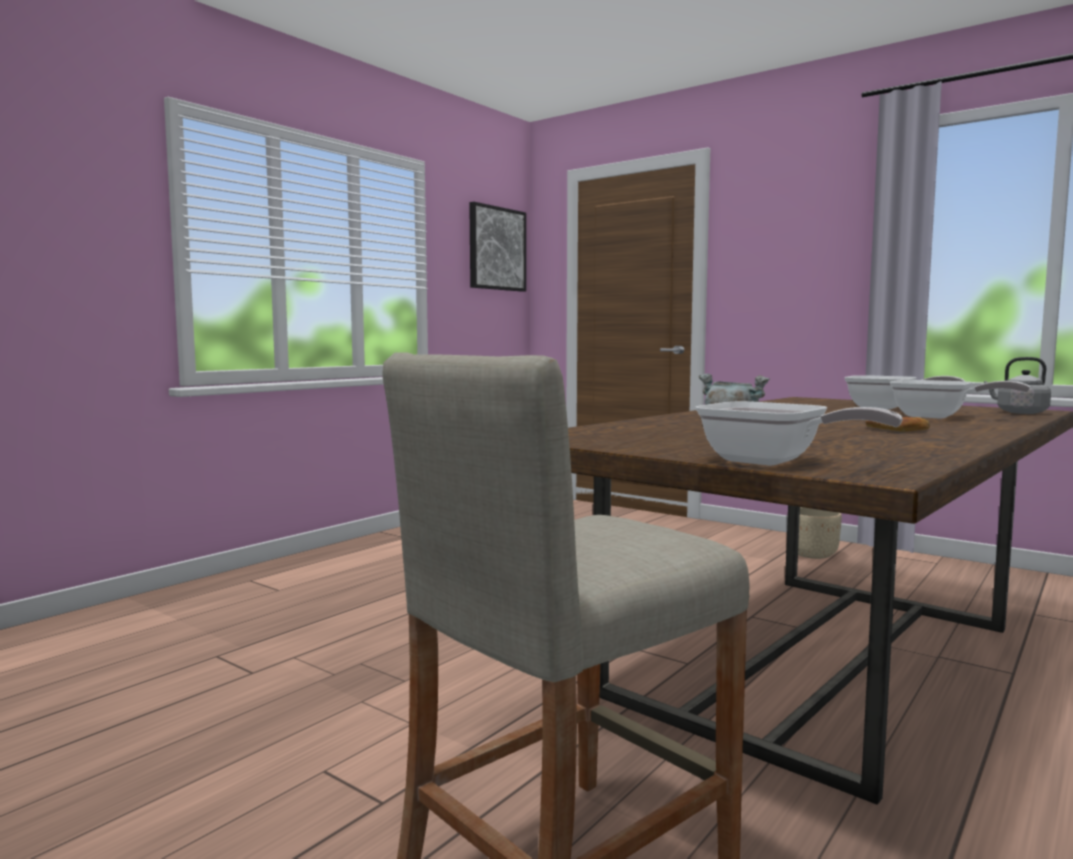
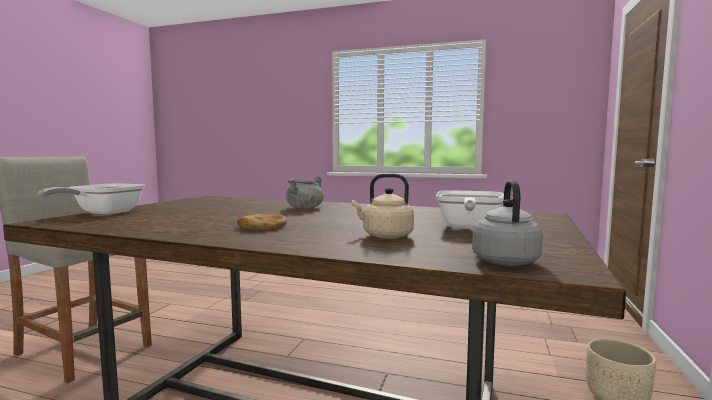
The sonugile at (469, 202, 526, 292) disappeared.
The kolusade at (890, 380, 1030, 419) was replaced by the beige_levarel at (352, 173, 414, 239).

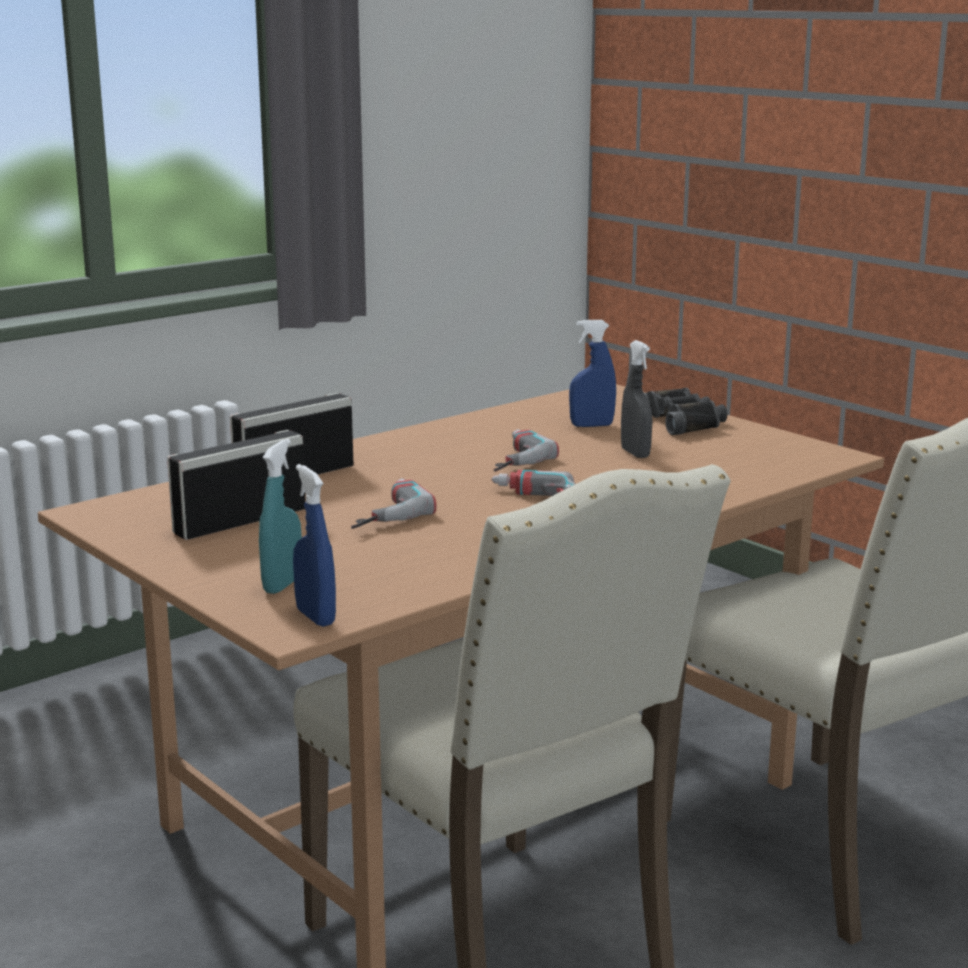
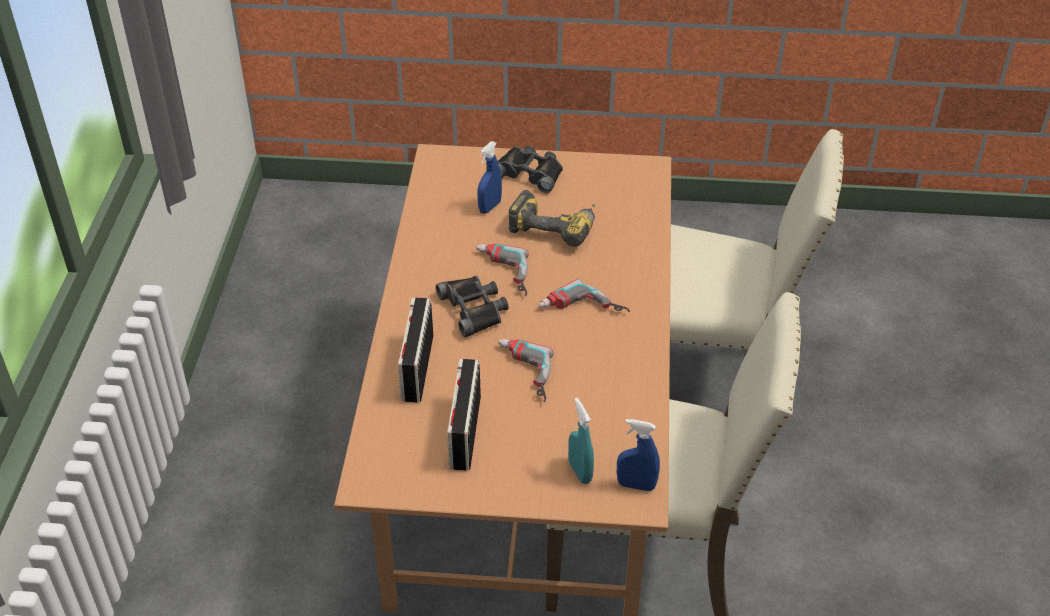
The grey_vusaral at (621, 340, 652, 458) was replaced by the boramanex at (508, 190, 595, 247).
The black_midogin at (436, 275, 509, 337) appeared.

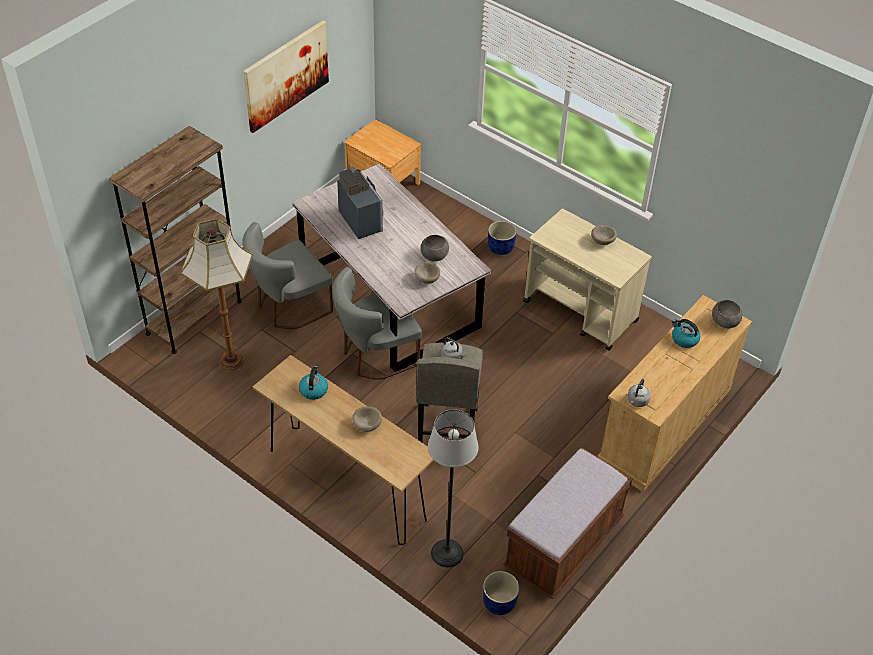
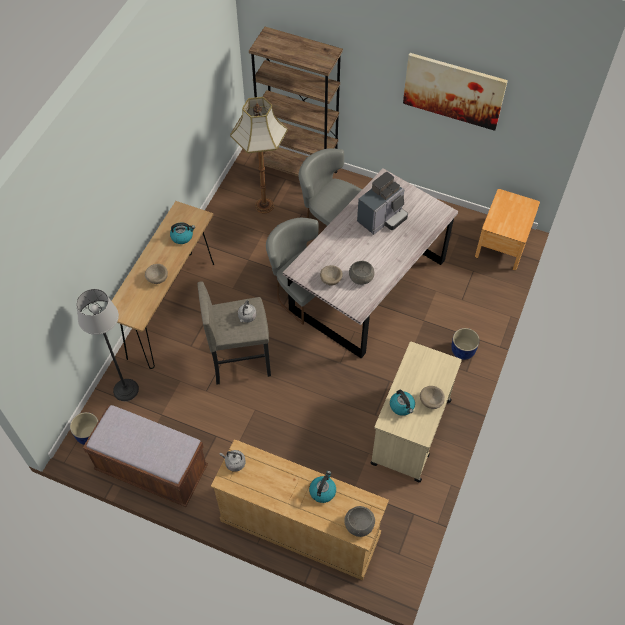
The levarel at (390, 390, 415, 416) appeared.

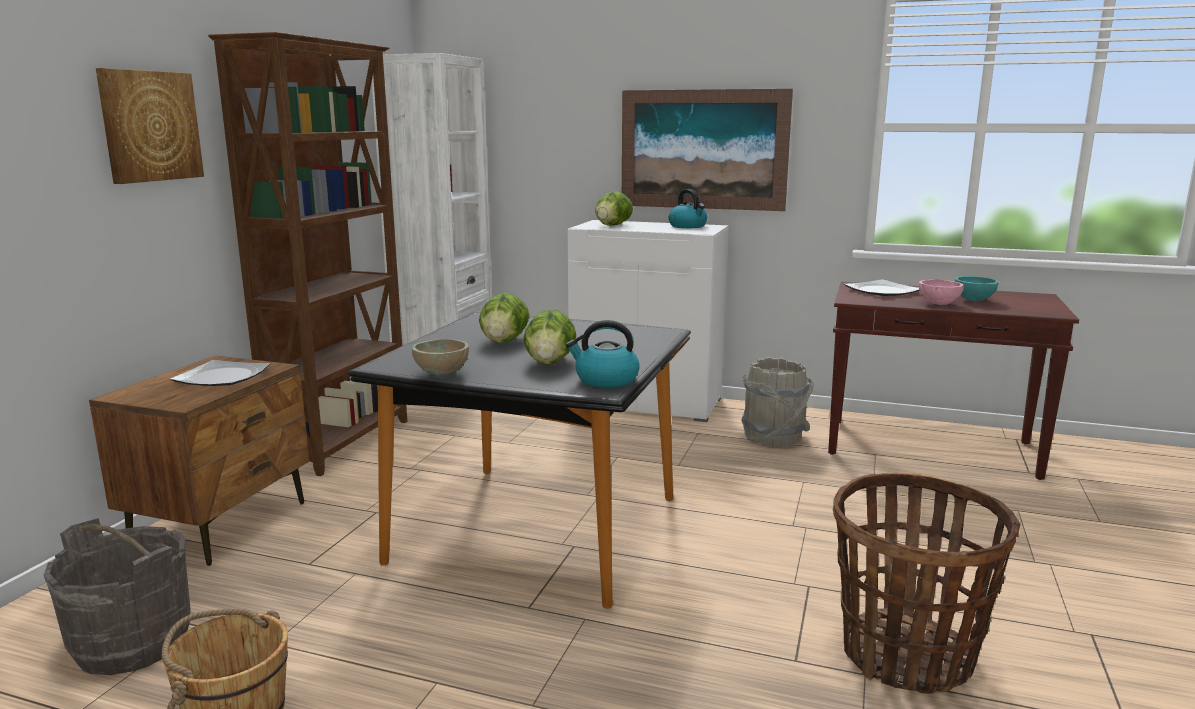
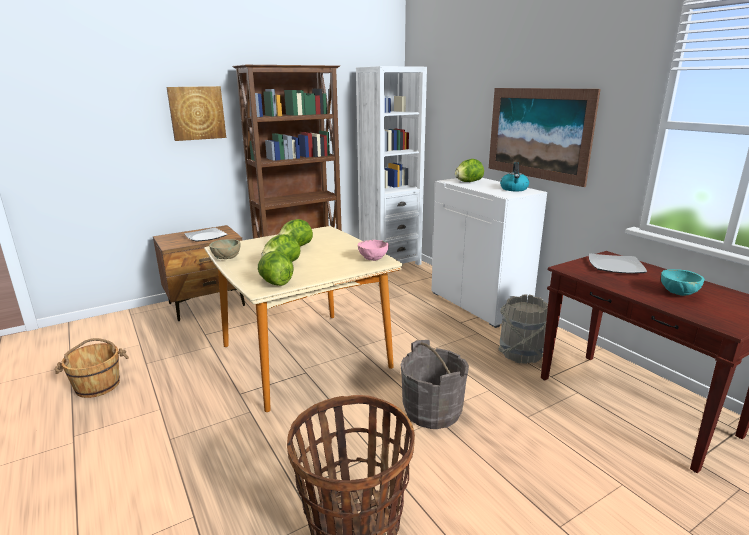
The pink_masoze moved from (919, 280, 963, 305) to (358, 240, 389, 261).
The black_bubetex at (347, 312, 691, 609) became the beige_bubetex at (204, 226, 403, 412).
The levarel at (566, 320, 640, 388) was replaced by the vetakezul at (258, 251, 294, 286).
The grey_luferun moved from (44, 518, 190, 675) to (400, 340, 469, 429).

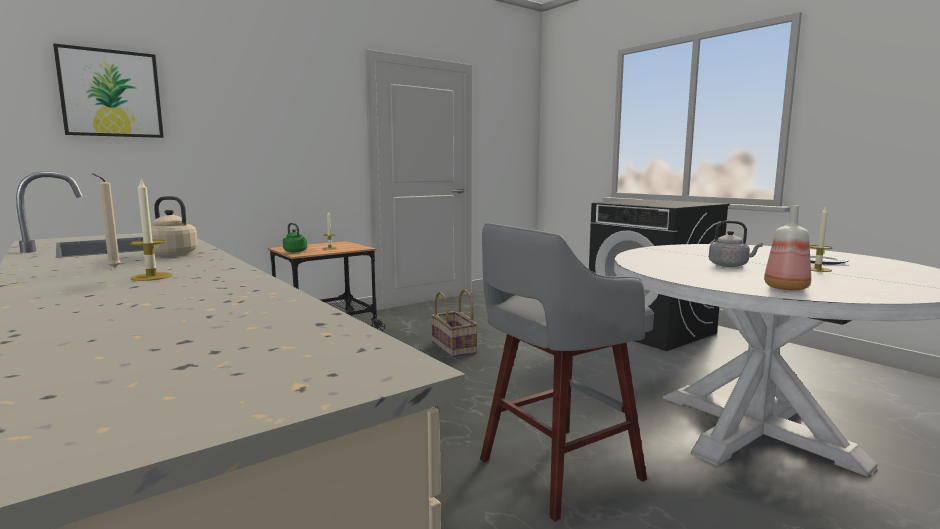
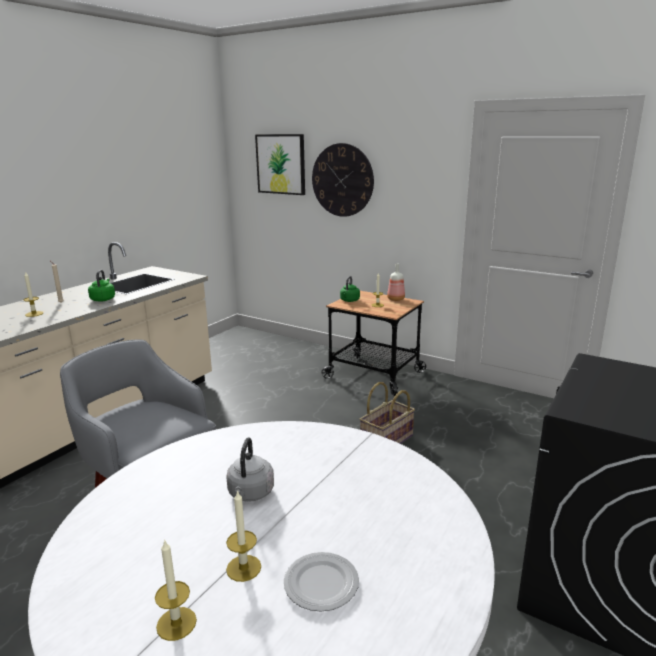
The beige_levarel at (151, 196, 198, 256) became the green_levarel at (88, 270, 115, 302).
The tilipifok moved from (764, 205, 811, 291) to (387, 264, 405, 301).
The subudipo at (312, 143, 374, 217) appeared.
The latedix at (155, 539, 197, 641) appeared.

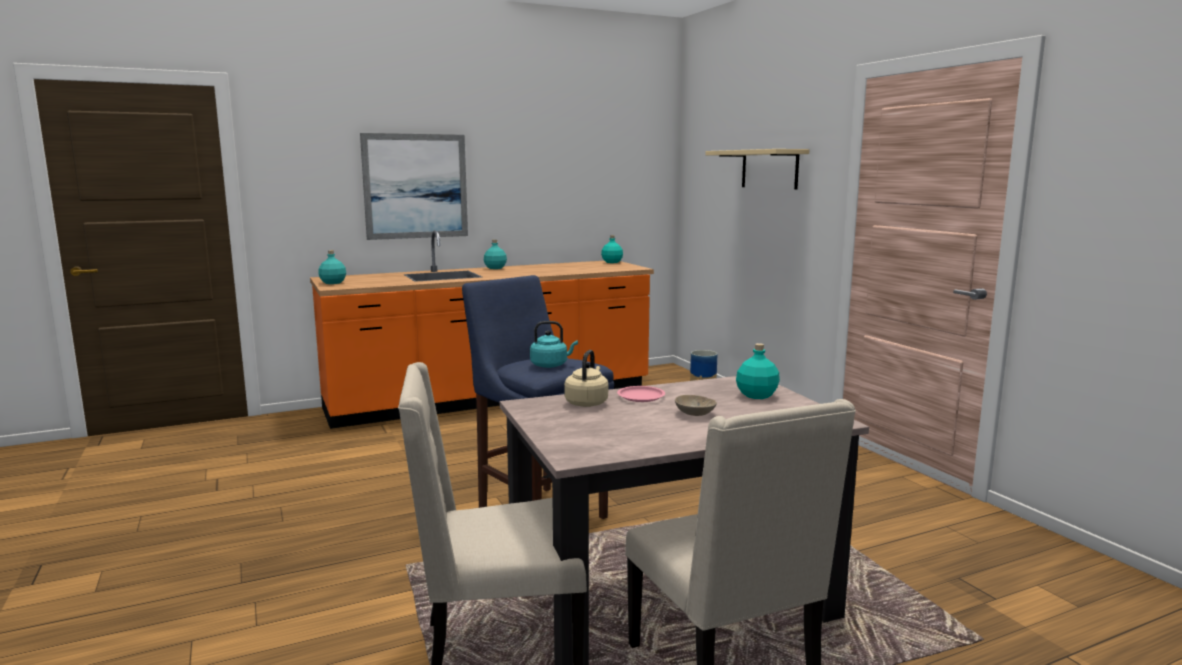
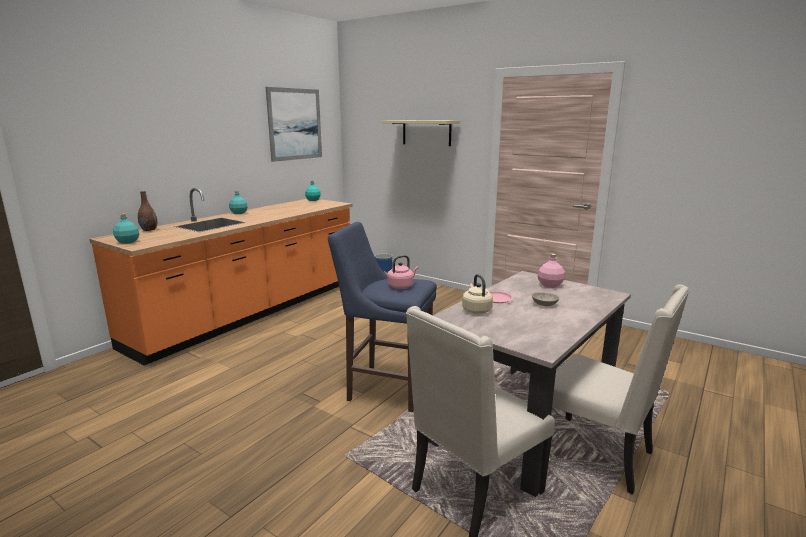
The sonugile moved from (360, 133, 468, 240) to (265, 87, 322, 162).
The turquoise_levarel at (530, 321, 578, 368) became the pink_levarel at (387, 255, 418, 289).
The turquoise_tilipifok at (736, 343, 780, 399) became the pink_tilipifok at (538, 253, 565, 288).
The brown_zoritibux at (138, 191, 157, 231) appeared.

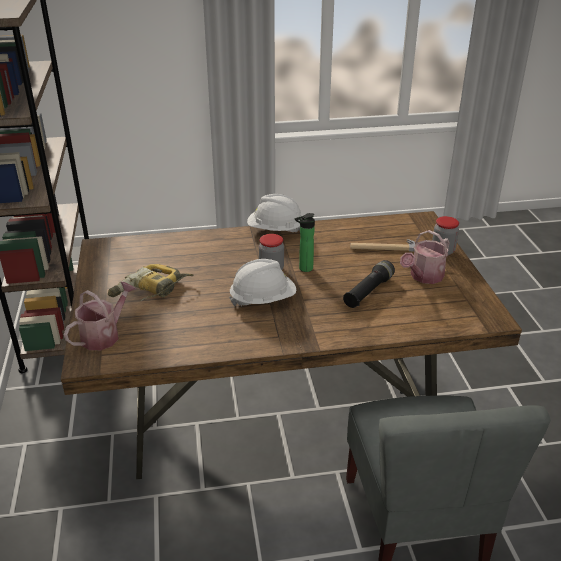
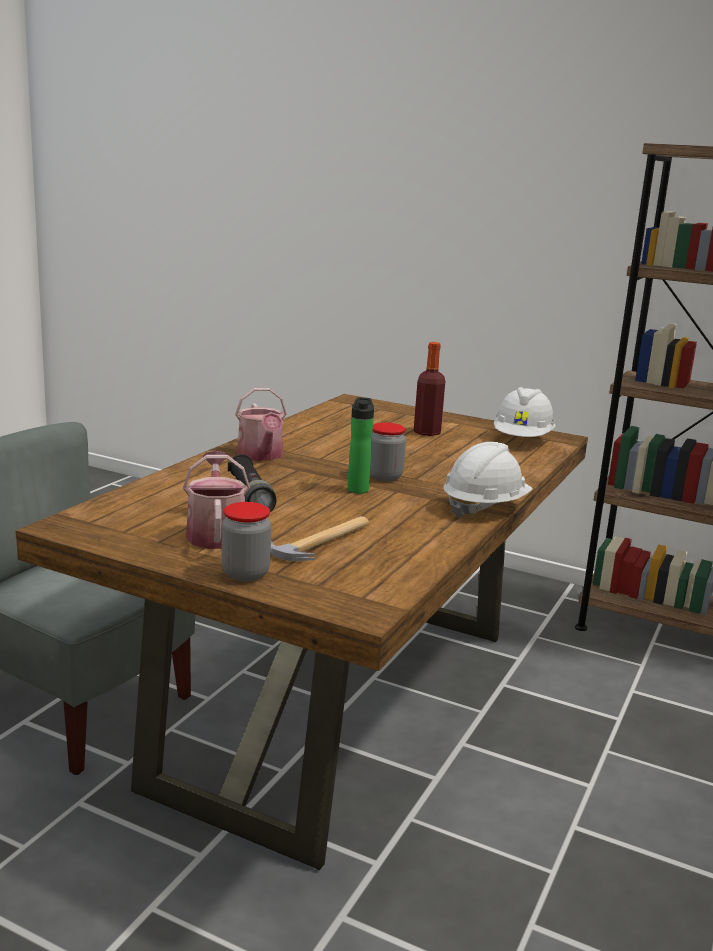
The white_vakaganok moved from (229, 259, 296, 306) to (494, 387, 555, 437).
The boramanex at (108, 264, 193, 301) was replaced by the tilipifok at (414, 342, 445, 436).
The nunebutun moved from (63, 282, 137, 350) to (235, 388, 287, 461).

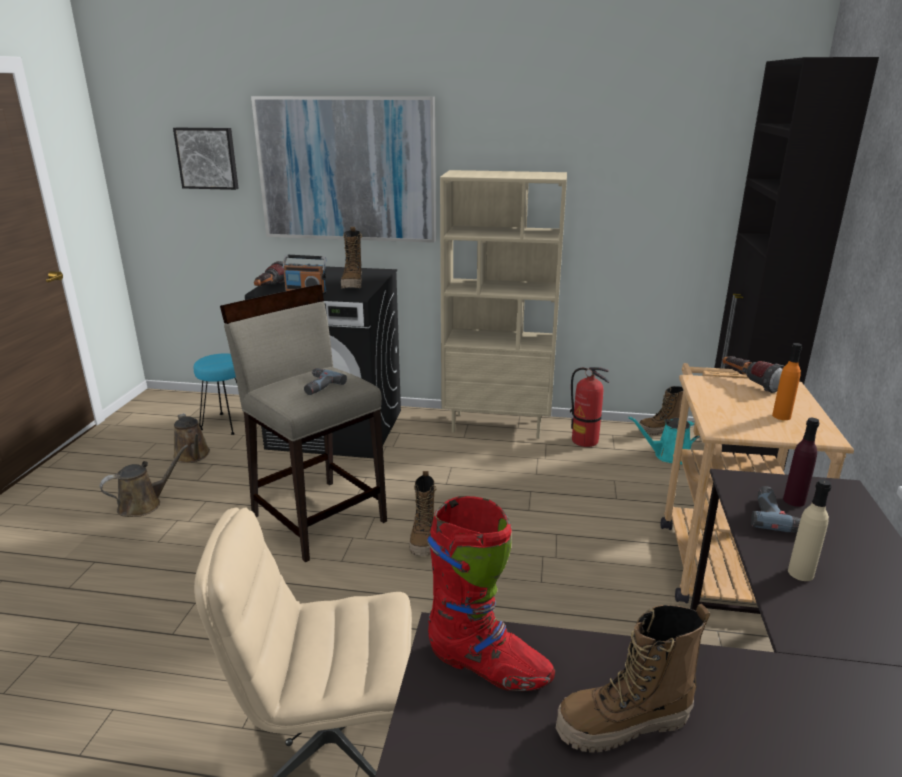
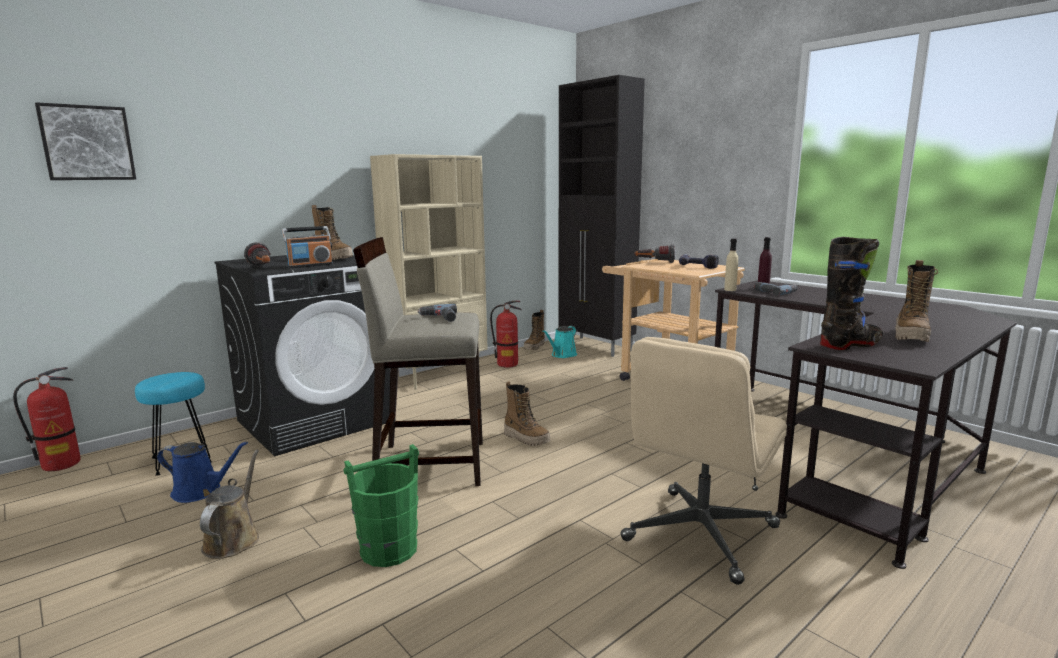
The sonugile at (251, 96, 436, 243) disappeared.
The orange_tilipifok at (772, 343, 802, 420) was replaced by the boramanex at (679, 254, 719, 269).
The brown_nunebutun at (174, 413, 210, 463) became the blue_nunebutun at (157, 442, 248, 503).
The beige_tilipifok moved from (788, 479, 831, 581) to (724, 239, 738, 291).
The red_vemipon at (427, 496, 555, 691) became the black_vemipon at (820, 237, 883, 350).
The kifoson at (13, 367, 81, 471) appeared.
The green_luferun at (344, 444, 419, 567) appeared.

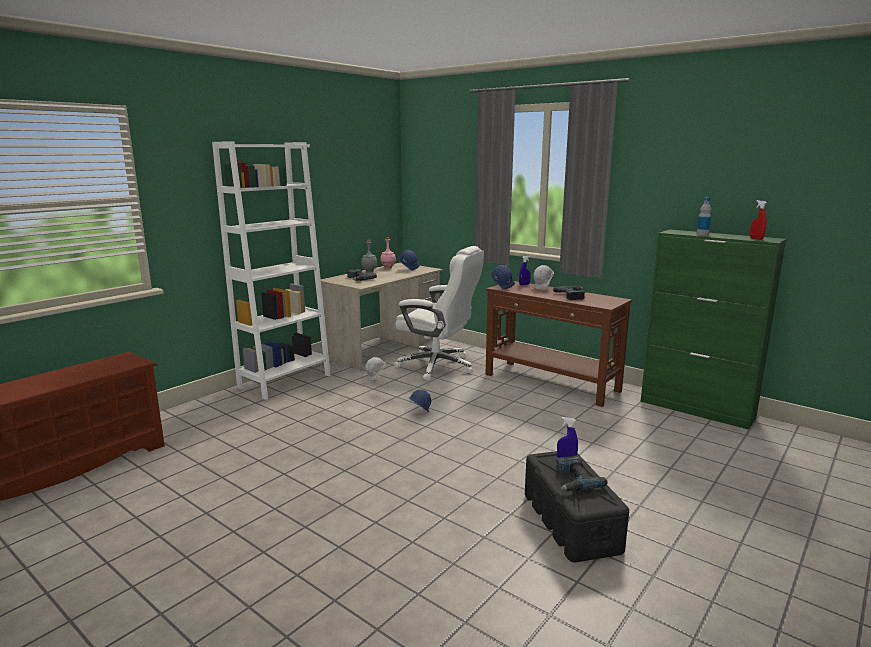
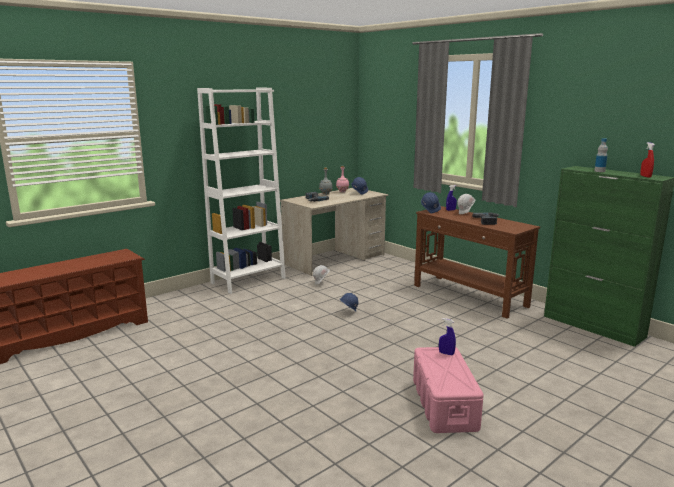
The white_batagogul at (394, 246, 484, 380) disappeared.
The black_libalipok at (525, 451, 629, 563) became the pink_libalipok at (413, 347, 484, 433).
The boramanex at (555, 455, 608, 491) disappeared.

